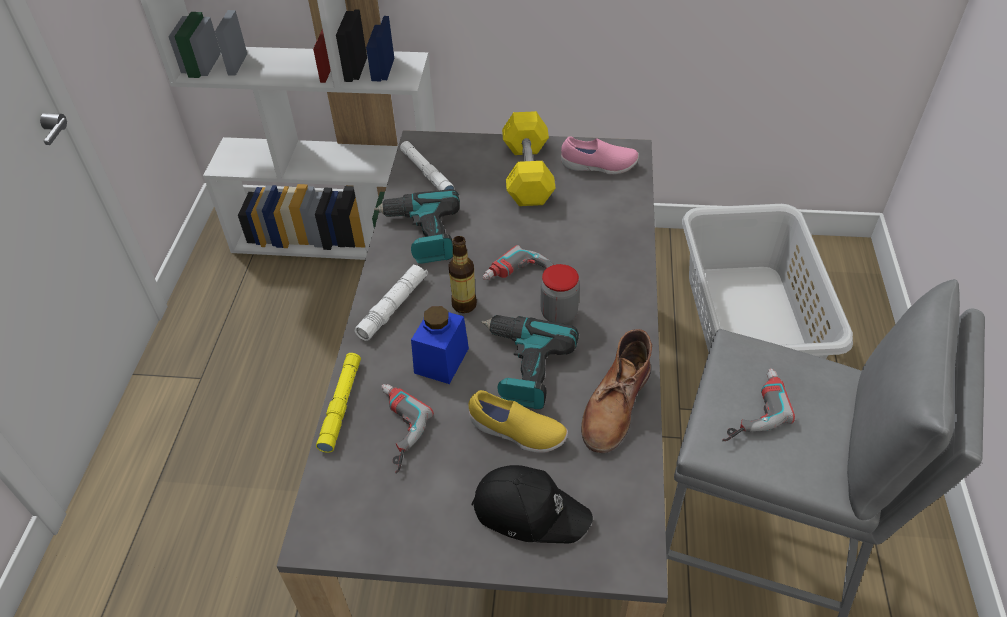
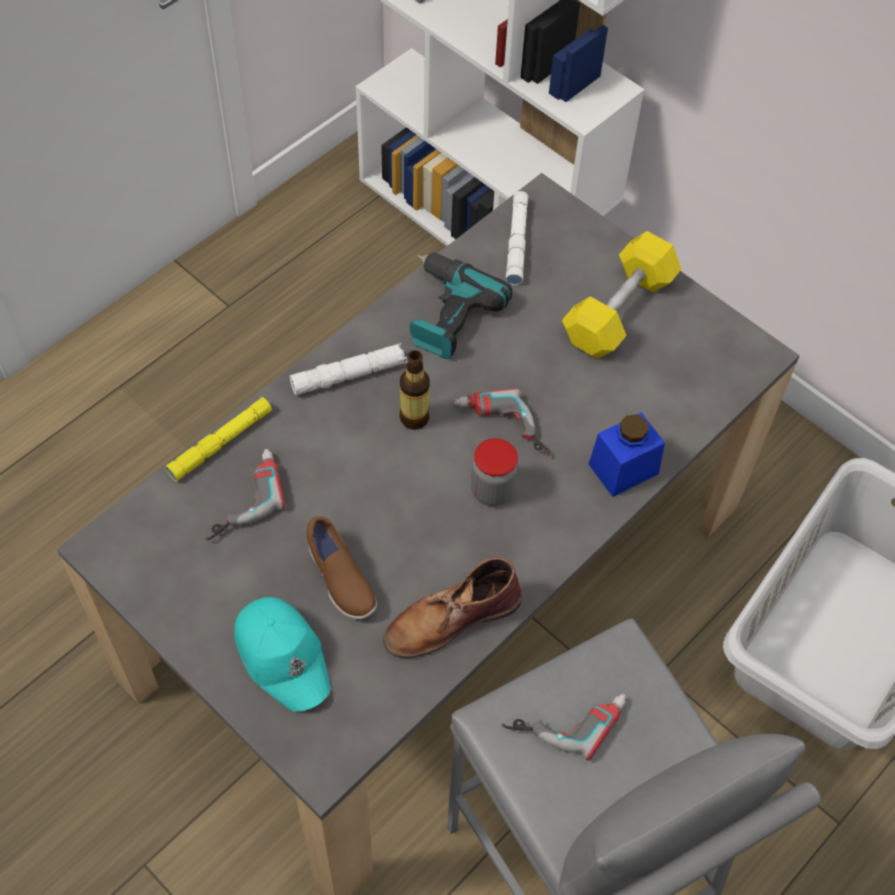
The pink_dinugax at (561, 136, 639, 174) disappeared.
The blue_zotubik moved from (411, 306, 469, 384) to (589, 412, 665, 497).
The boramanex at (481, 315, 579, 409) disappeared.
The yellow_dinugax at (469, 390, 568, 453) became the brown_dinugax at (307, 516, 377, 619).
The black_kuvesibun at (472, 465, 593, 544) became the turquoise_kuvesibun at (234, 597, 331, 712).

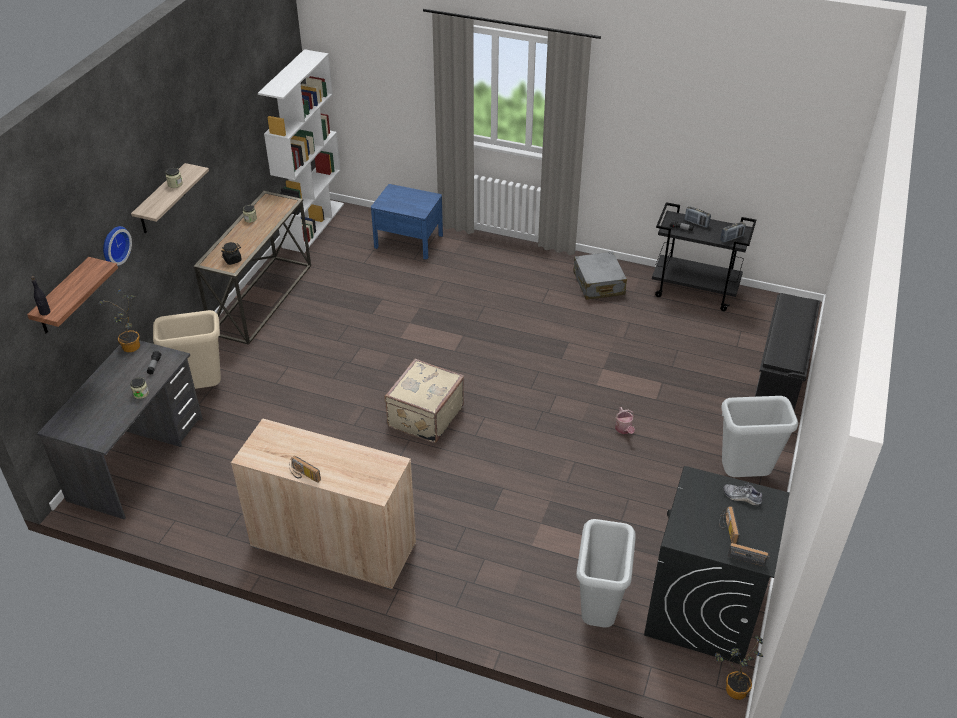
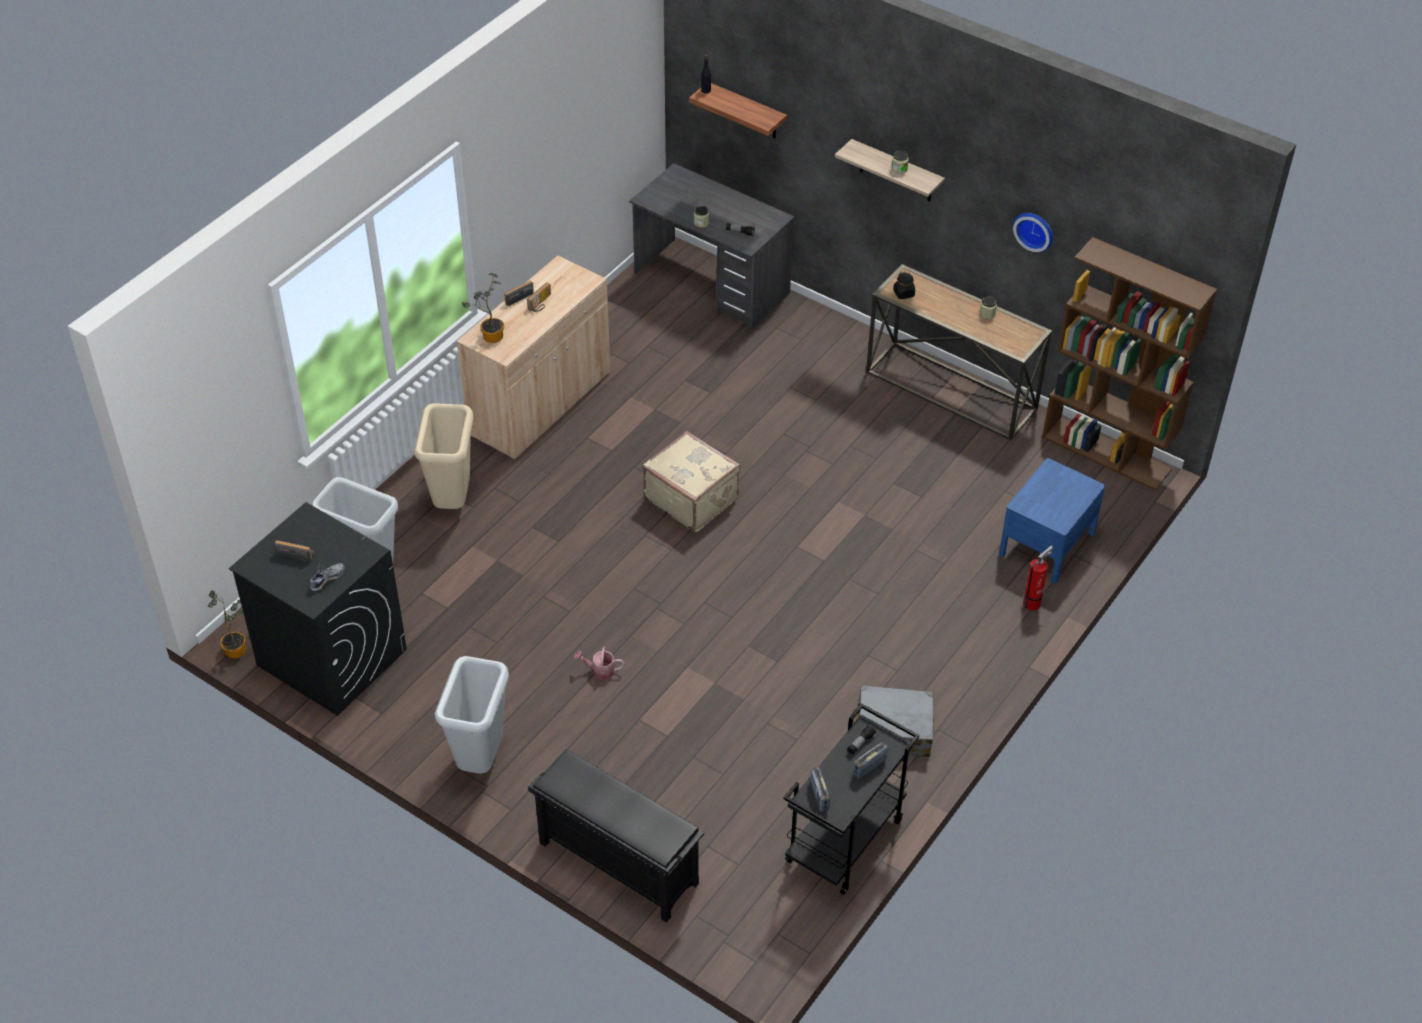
The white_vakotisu at (258, 49, 344, 253) became the brown_vakotisu at (1042, 237, 1217, 491).
The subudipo moved from (103, 226, 132, 266) to (1013, 213, 1053, 252).
The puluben moved from (99, 289, 140, 352) to (462, 273, 504, 343).
The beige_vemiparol moved from (153, 310, 221, 389) to (414, 403, 474, 509).
The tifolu moved from (728, 543, 770, 566) to (527, 282, 551, 312).
The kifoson at (1023, 546, 1053, 610) appeared.

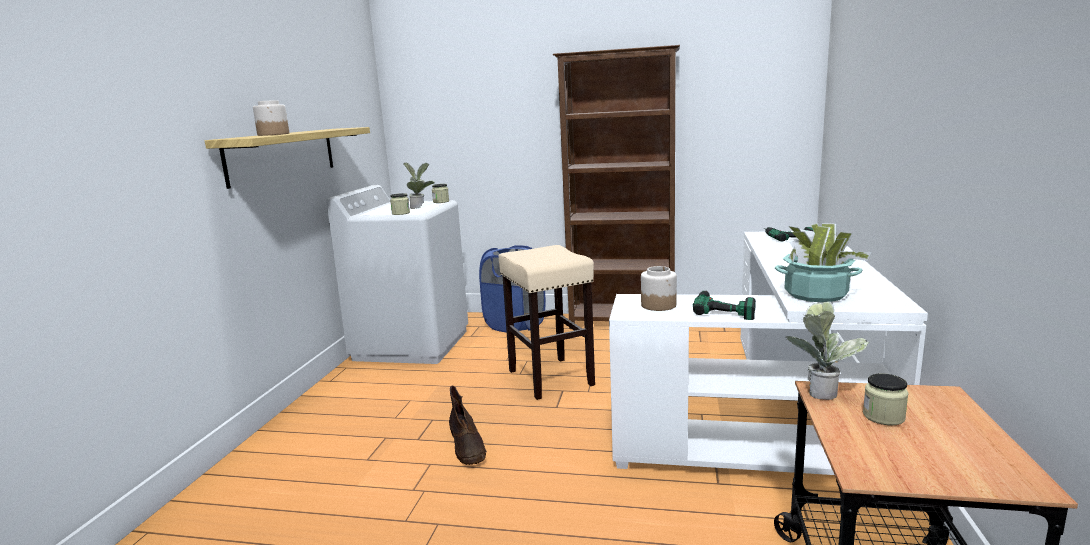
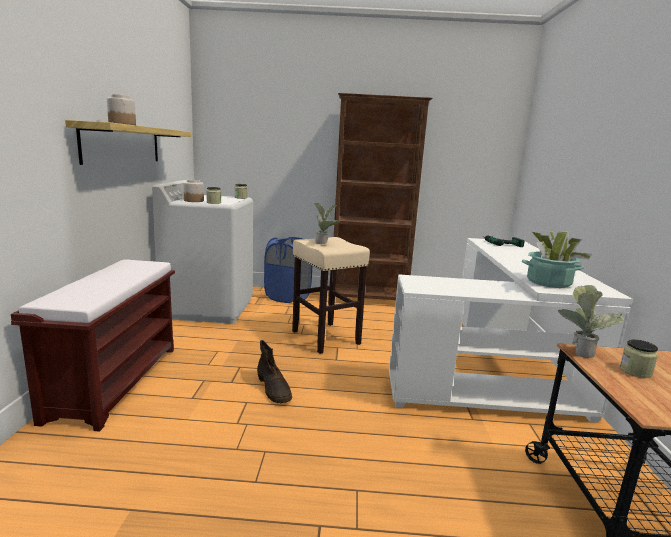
The puluben moved from (403, 163, 435, 209) to (314, 203, 340, 244).
The zotubik moved from (641, 266, 677, 311) to (183, 179, 204, 202).
The boramanex at (693, 290, 756, 320) disappeared.
The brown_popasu at (11, 259, 175, 432) appeared.

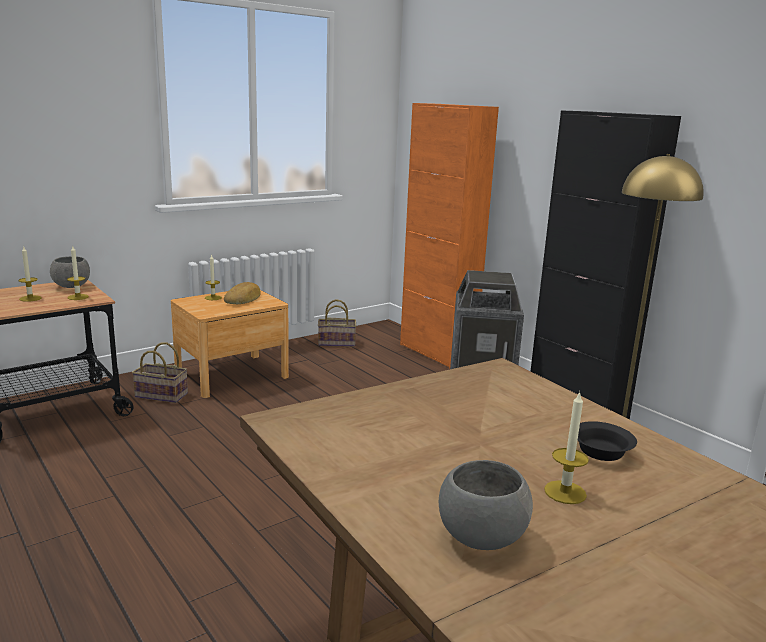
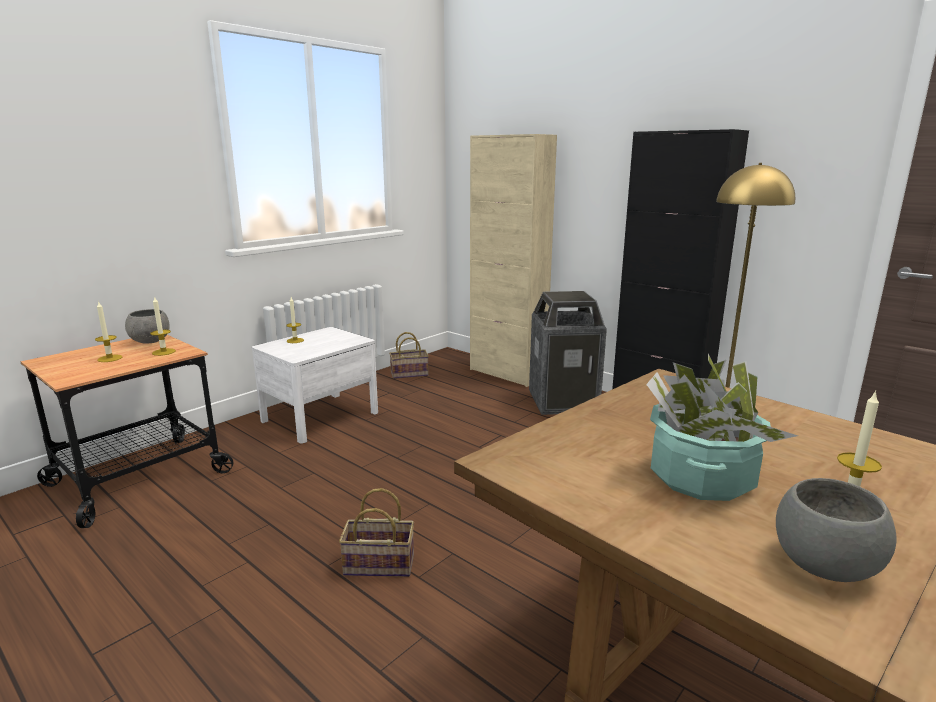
The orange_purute at (400, 103, 499, 368) became the beige_purute at (470, 134, 557, 387).
The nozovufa at (224, 282, 260, 304) disappeared.
The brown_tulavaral at (171, 290, 289, 398) became the white_tulavaral at (252, 327, 378, 444).
The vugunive moved from (132, 342, 188, 403) to (339, 488, 414, 577).
The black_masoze at (577, 421, 637, 461) disappeared.
The puluben at (646, 354, 798, 501) appeared.

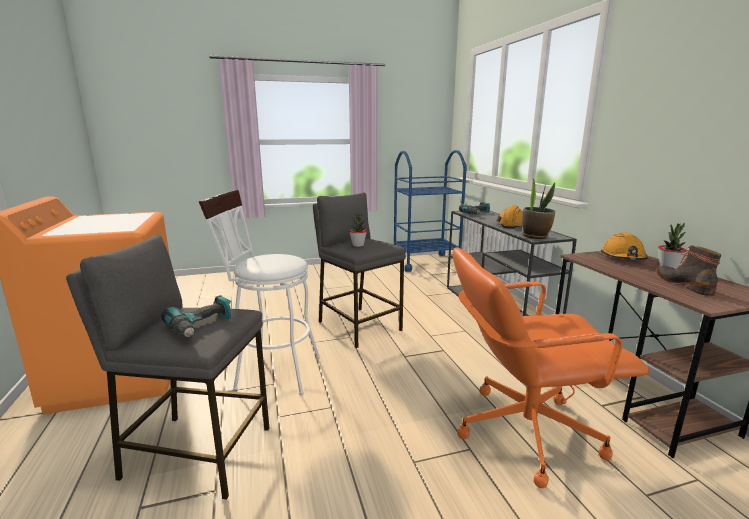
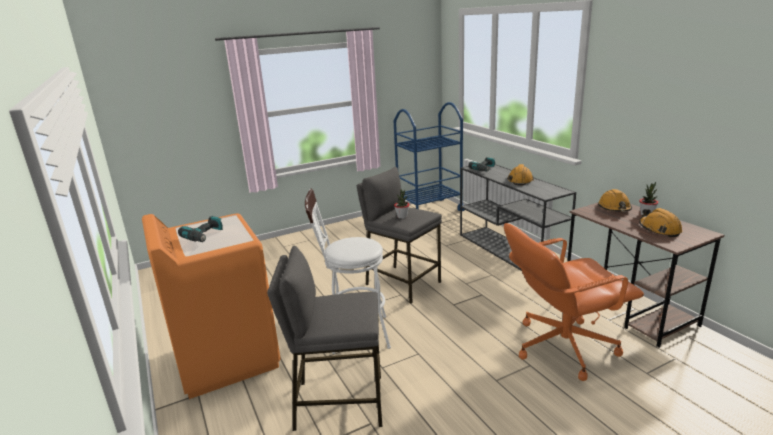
The puluben at (522, 179, 556, 239) disappeared.
The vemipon at (656, 246, 721, 296) was replaced by the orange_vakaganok at (639, 208, 682, 237).
The boramanex moved from (161, 295, 232, 338) to (178, 216, 223, 242).

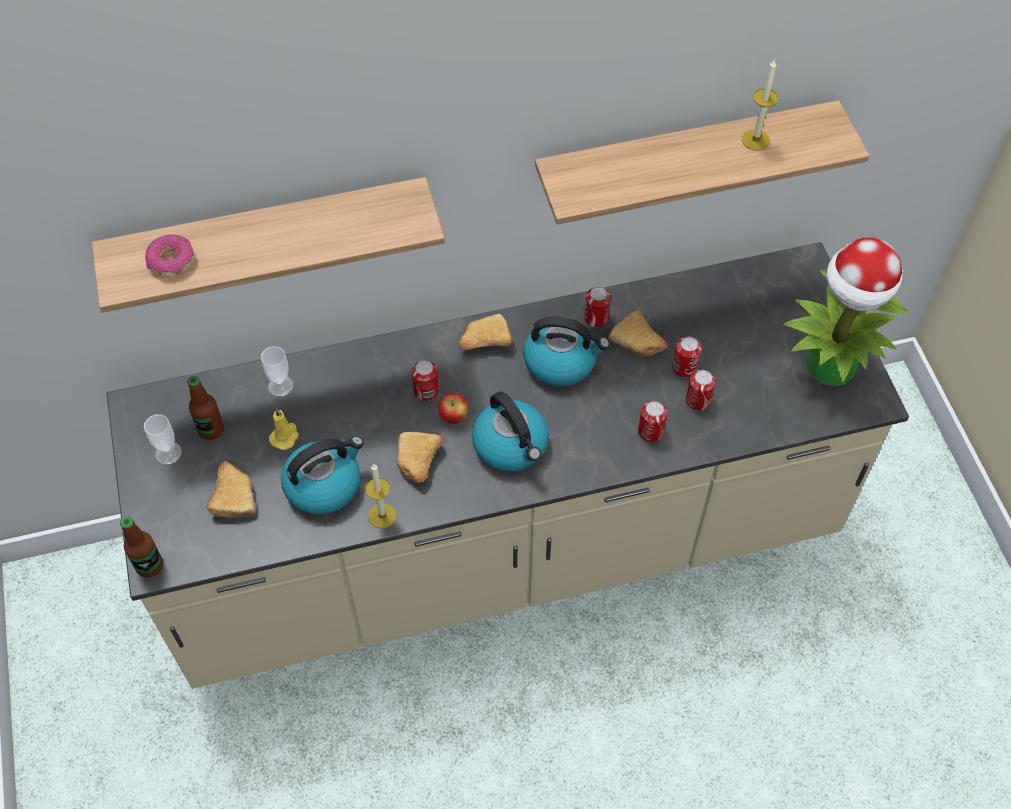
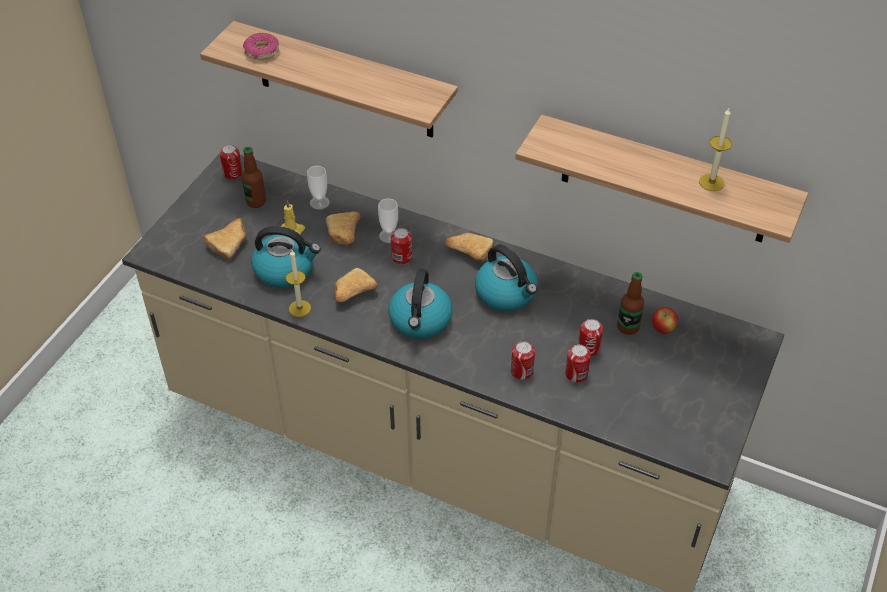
The puluben at (783, 237, 909, 386) disappeared.
The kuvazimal moved from (584, 287, 611, 327) to (220, 145, 243, 180).
The nozovufa moved from (608, 309, 668, 357) to (326, 212, 361, 245).
The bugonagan moved from (438, 393, 468, 424) to (652, 307, 678, 334).
The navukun moved from (144, 414, 182, 465) to (378, 198, 398, 243).
The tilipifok moved from (120, 516, 163, 578) to (617, 272, 644, 335).

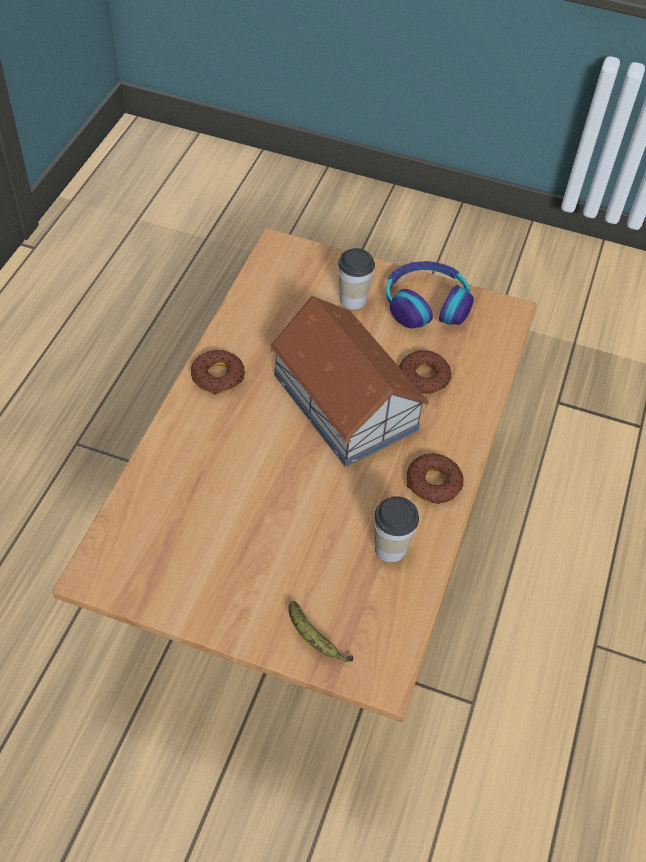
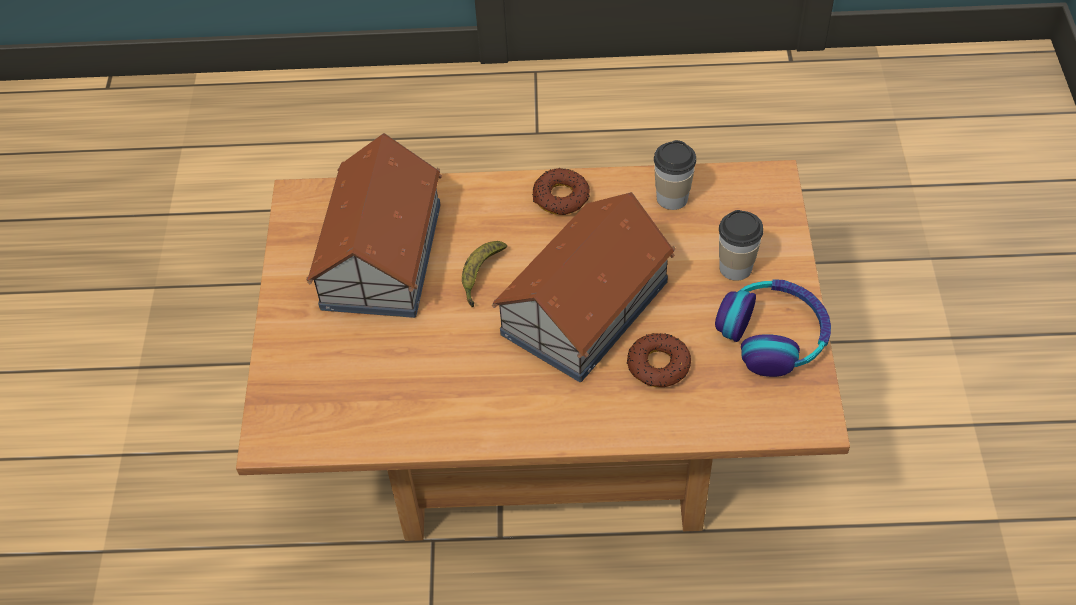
The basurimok at (406, 453, 464, 504) disappeared.
The navukun moved from (374, 496, 419, 562) to (654, 140, 696, 210).
The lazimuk moved from (288, 601, 353, 662) to (462, 241, 507, 307).
The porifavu at (306, 133, 442, 318) appeared.

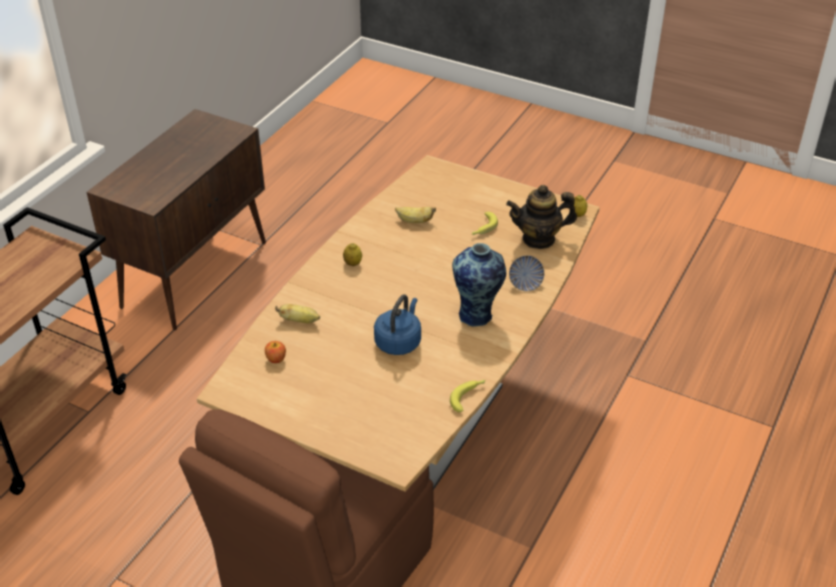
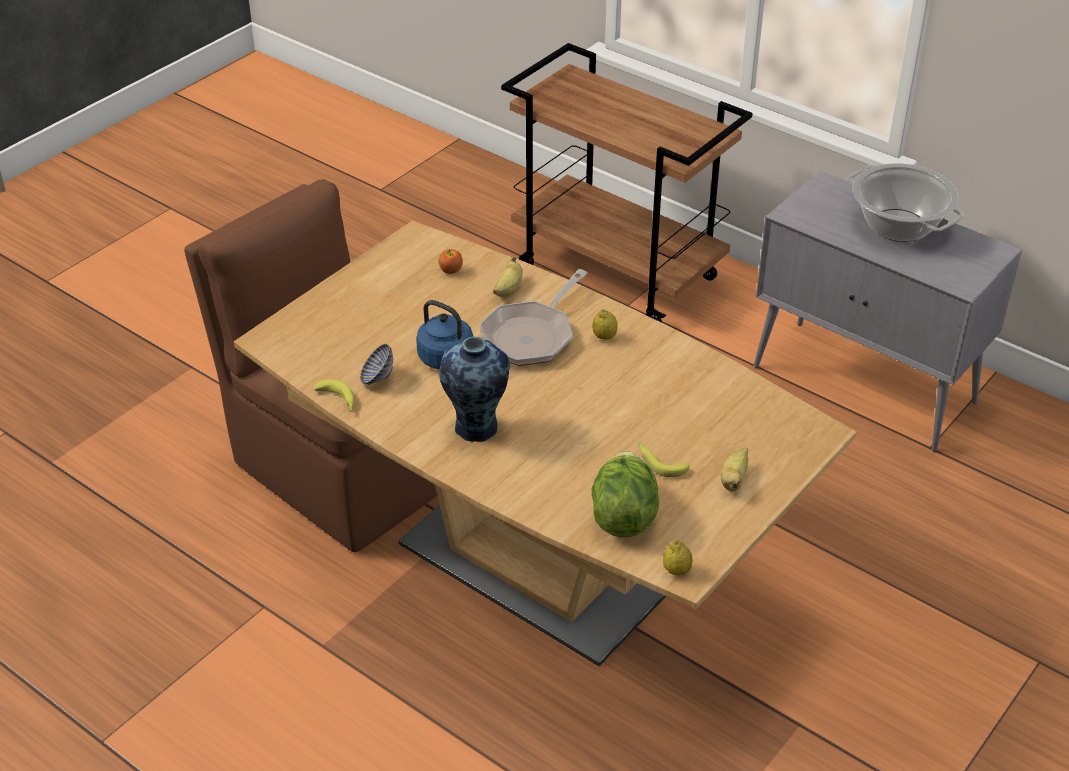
The brown_purute at (87, 109, 266, 330) became the grey_purute at (754, 171, 1022, 451).
The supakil at (506, 185, 577, 249) was replaced by the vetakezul at (592, 451, 659, 538).
The lazimuk moved from (395, 207, 436, 223) to (721, 447, 748, 492).
The masoze moved from (509, 255, 544, 291) to (360, 344, 393, 385).
The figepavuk at (847, 163, 964, 242) appeared.
The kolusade at (479, 269, 588, 366) appeared.

